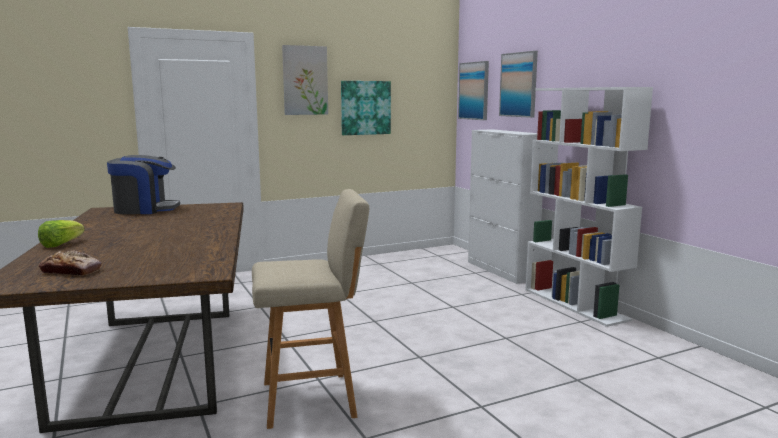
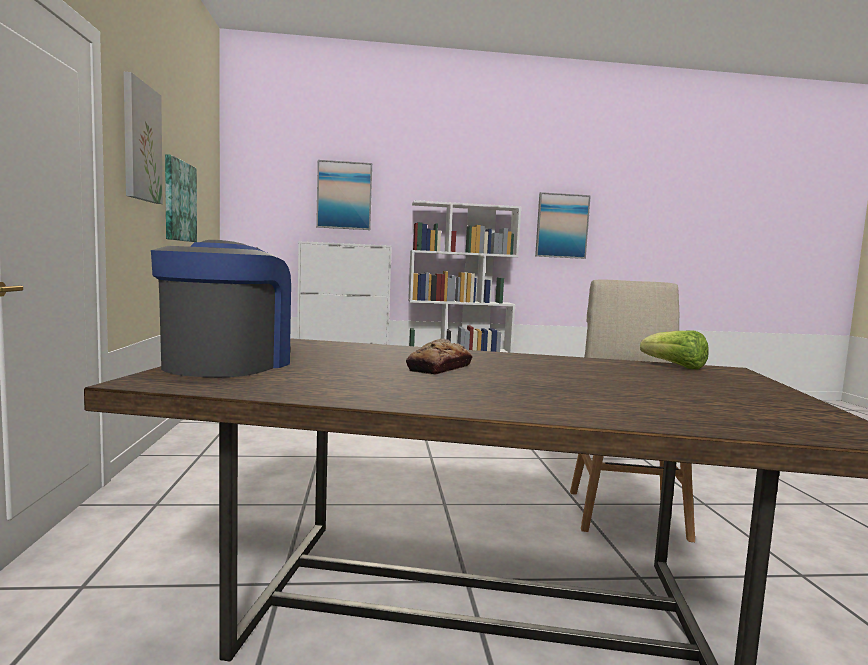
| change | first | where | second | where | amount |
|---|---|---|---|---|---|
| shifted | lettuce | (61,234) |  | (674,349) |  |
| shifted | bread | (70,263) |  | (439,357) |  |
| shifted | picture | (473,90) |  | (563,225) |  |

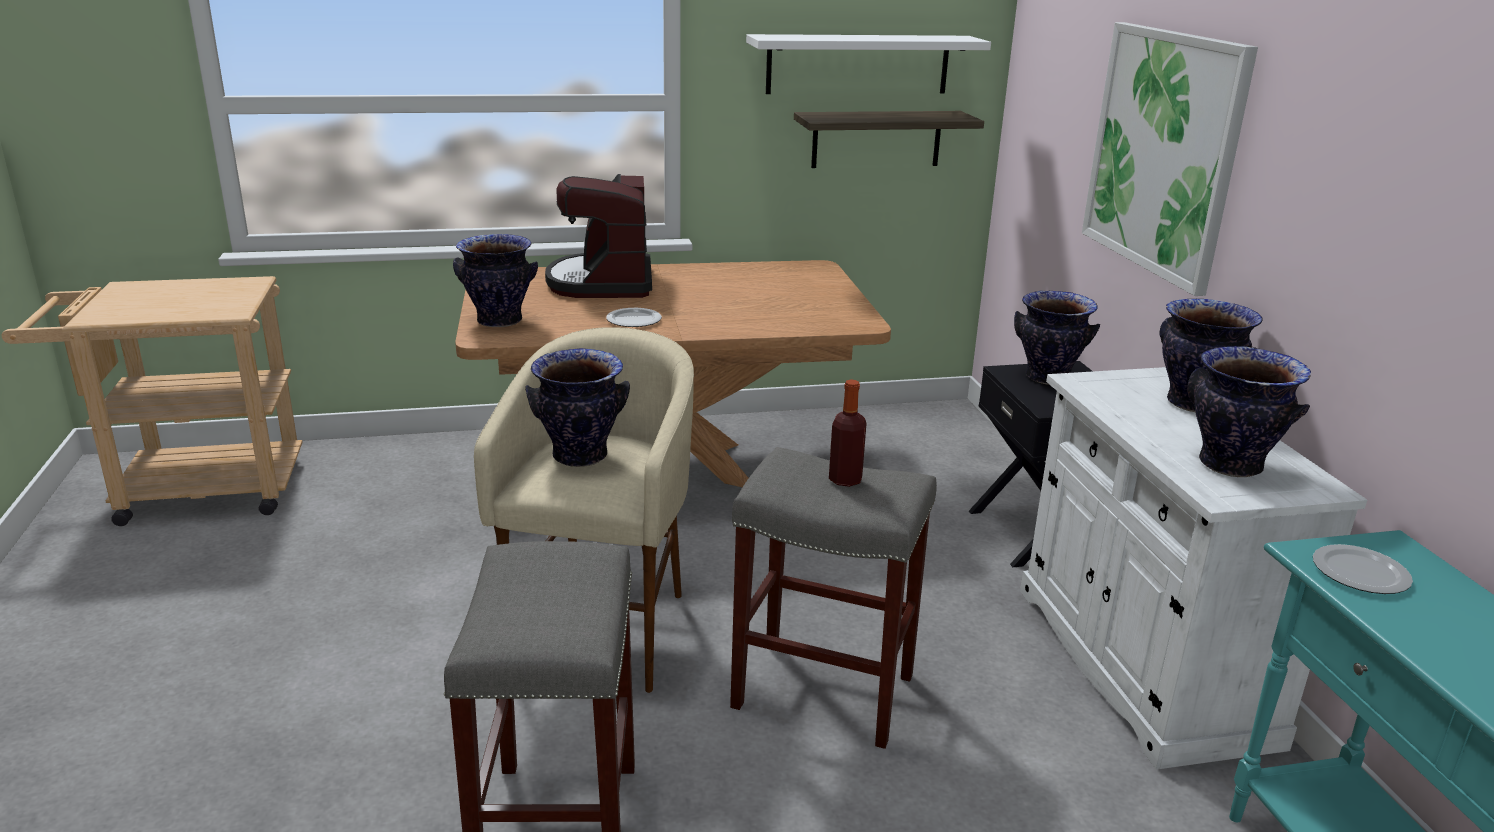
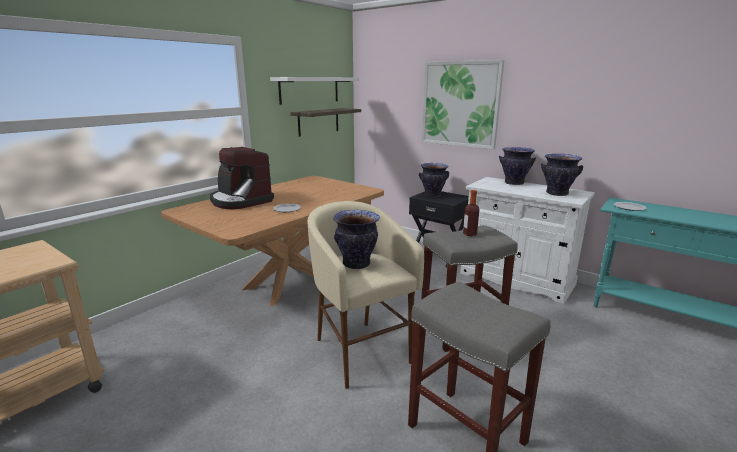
| change | first | where | second | where | amount |
|---|---|---|---|---|---|
| gone | vase | (495,280) |  |  |  |

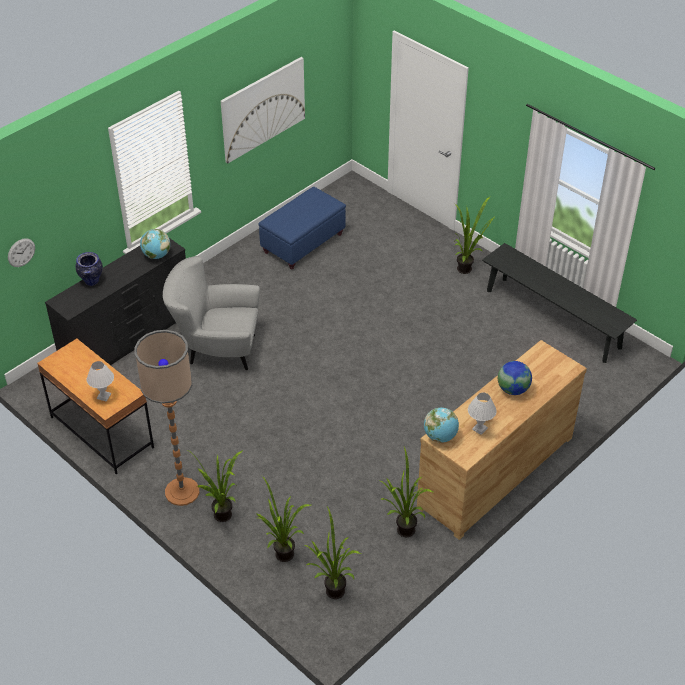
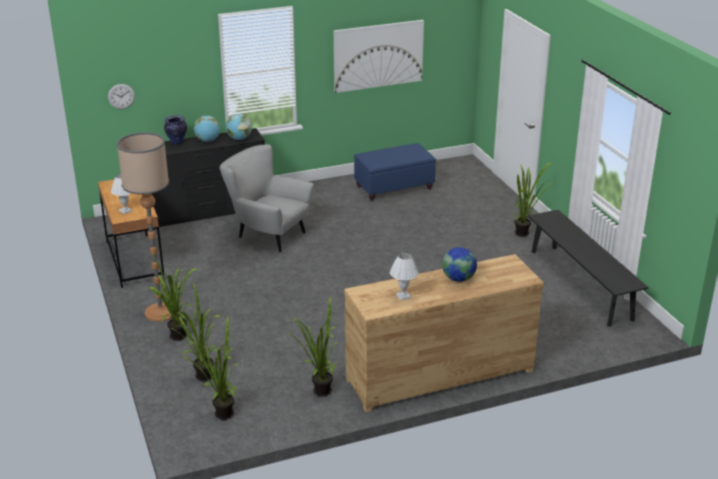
| change | first | where | second | where | amount |
|---|---|---|---|---|---|
| shifted | globe | (441,425) |  | (207,129) |  |

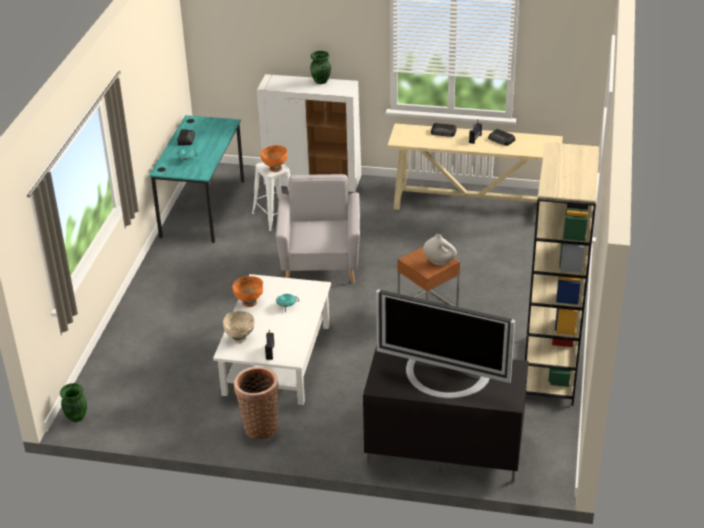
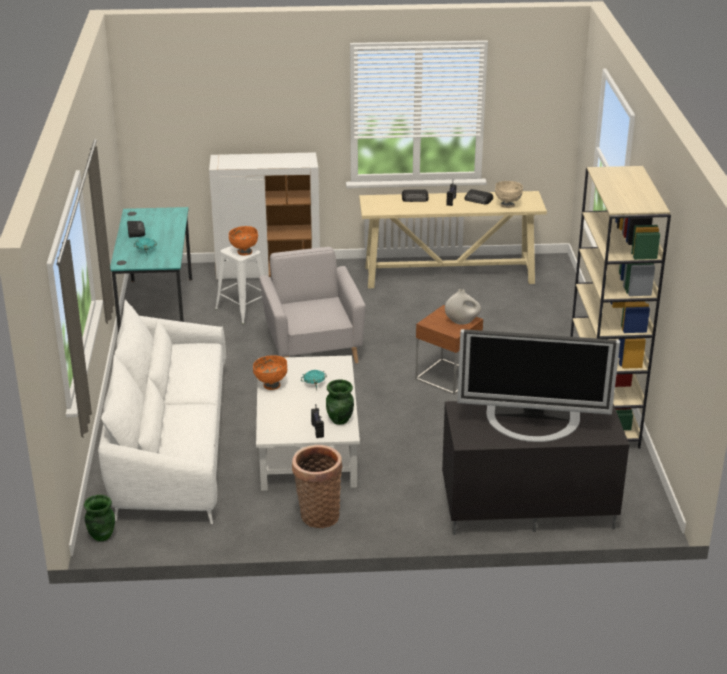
| change | first | where | second | where | amount |
|---|---|---|---|---|---|
| shifted | beige bowl | (239,327) |  | (509,194) |  |
| shifted | green vase | (320,67) |  | (340,402) |  |
| new |  |  | white sofa | (162,412) |  |

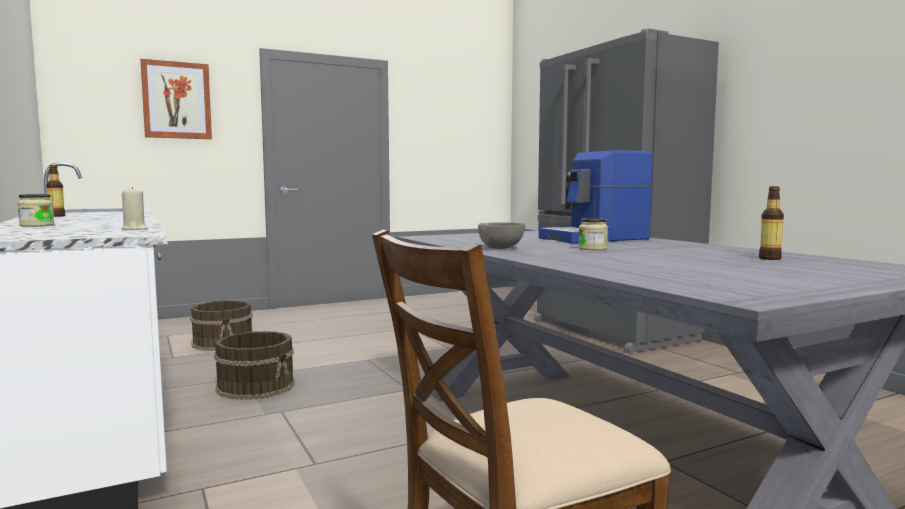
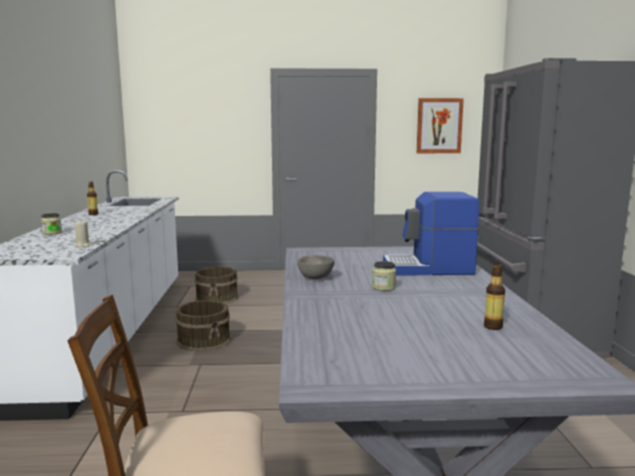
| change | first | where | second | where | amount |
|---|---|---|---|---|---|
| shifted | picture | (176,99) |  | (440,125) |  |

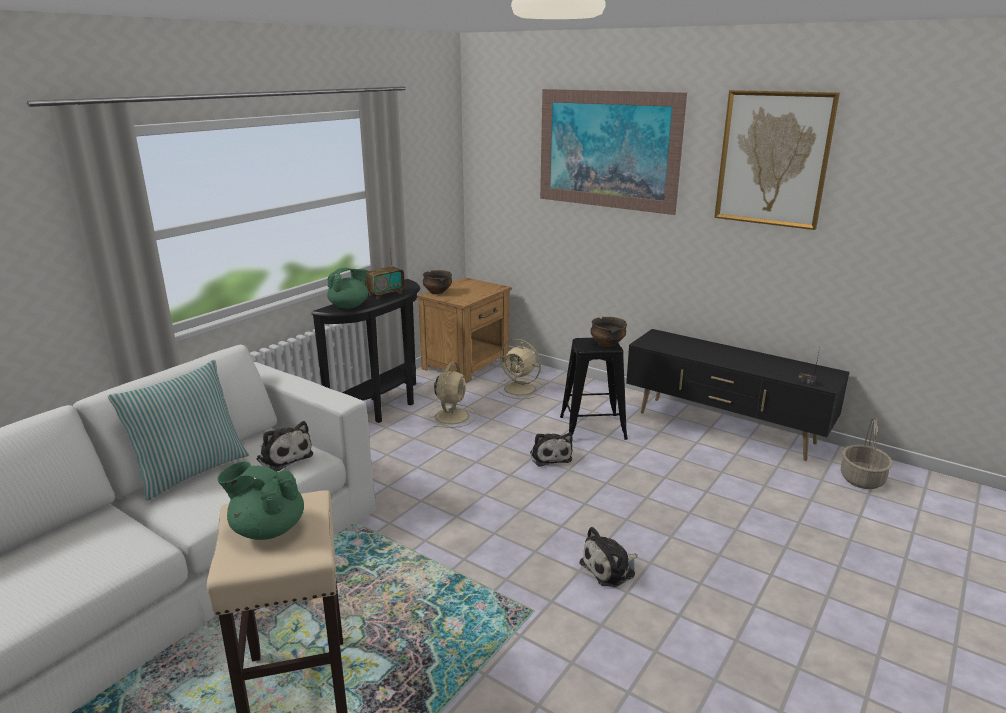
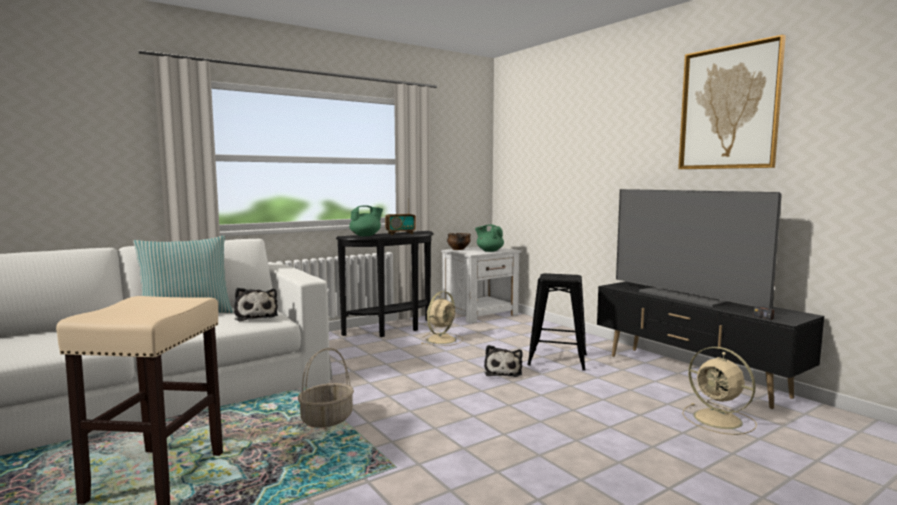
| change | first | where | second | where | amount |
|---|---|---|---|---|---|
| shifted | green teapot | (261,500) |  | (489,238) |  |
| repainted | brown nightstand | (464,330) | white nightstand | (481,285) |  |
| shifted | beige fan | (521,369) |  | (719,391) |  |
| gone | picture | (613,152) |  |  |  |
| gone | plush toy | (608,557) |  |  |  |
| gone | bowl | (608,332) |  |  |  |
| shifted | basket | (867,453) |  | (326,388) |  |
| new |  |  | television | (699,249) |  |

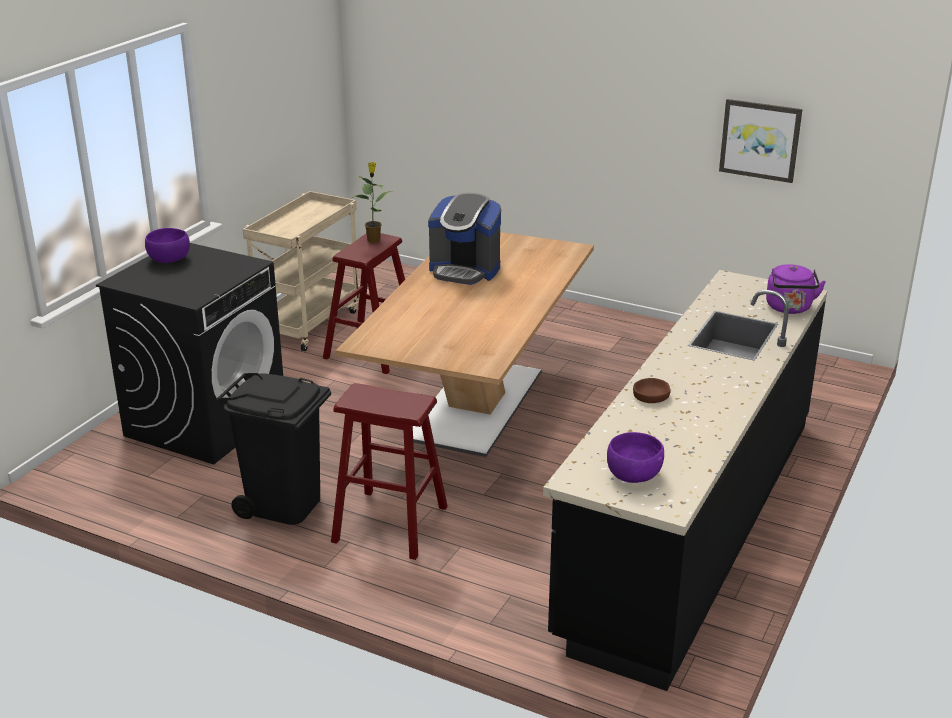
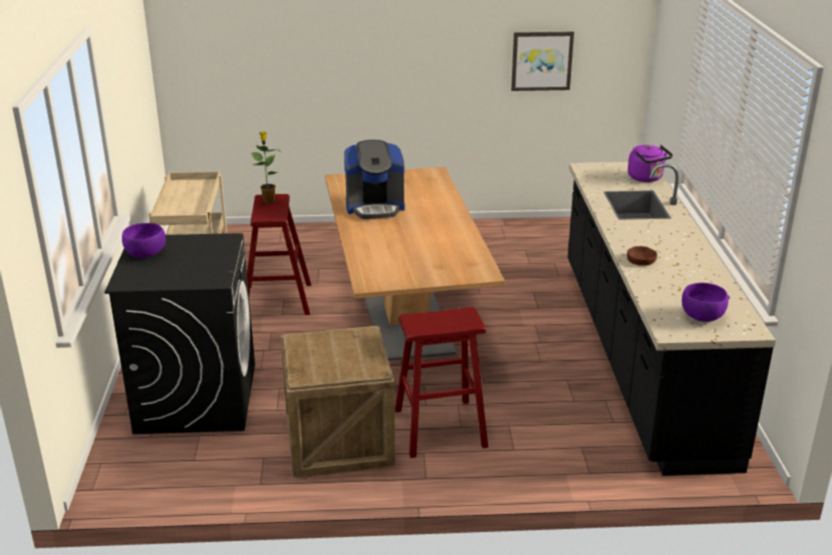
| change | first | where | second | where | amount |
|---|---|---|---|---|---|
| swapped | black trash can | (273,449) | crate | (338,402) |  |

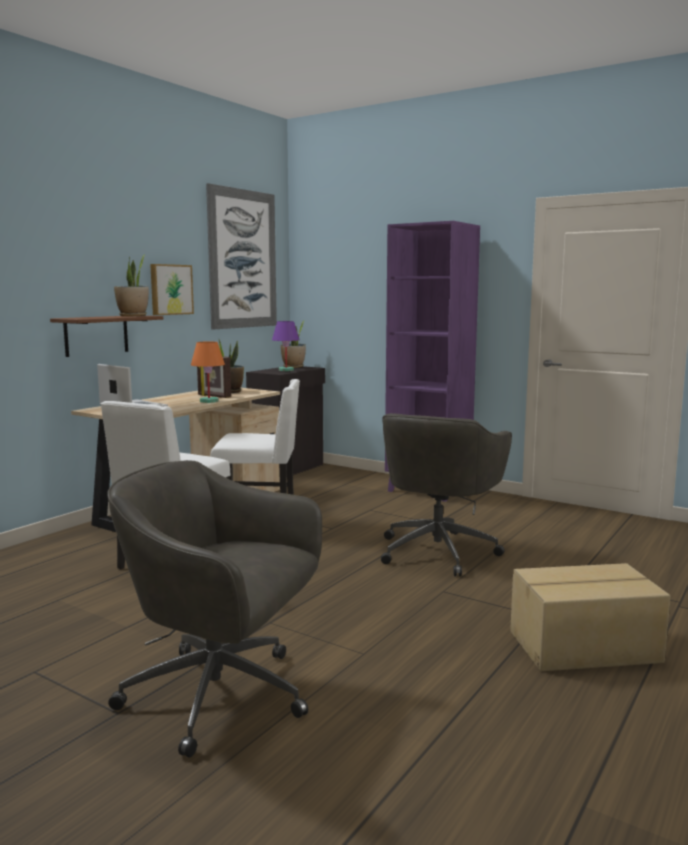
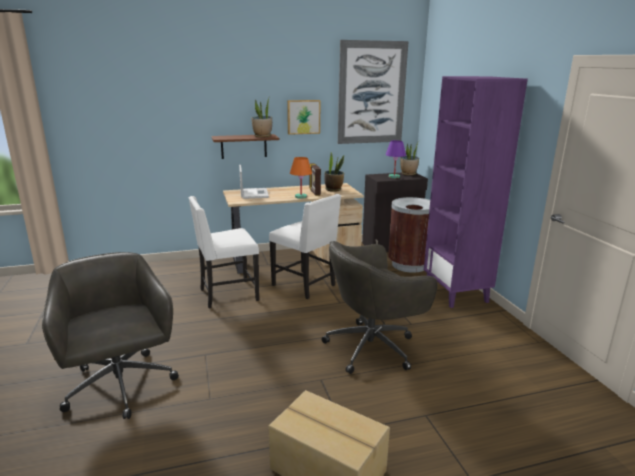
| change | first | where | second | where | amount |
|---|---|---|---|---|---|
| new |  |  | brown trash can | (409,235) |  |

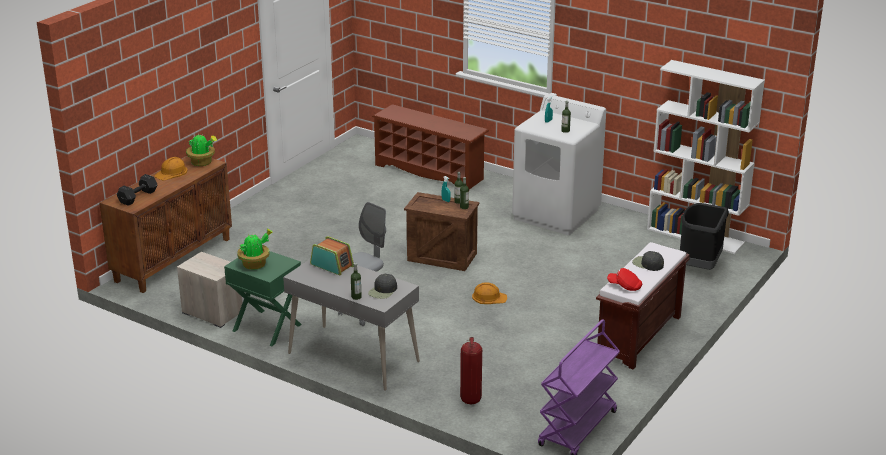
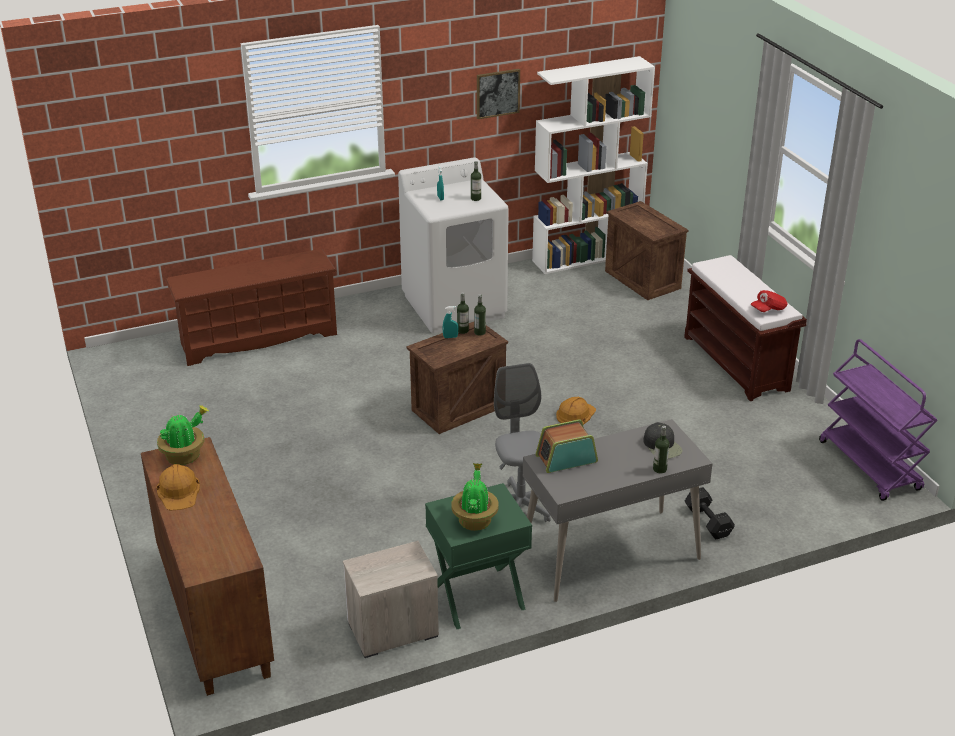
| change | first | where | second | where | amount |
|---|---|---|---|---|---|
| shifted | black dumbbell | (137,190) |  | (709,513) |  |
| gone | fire extinguisher | (471,370) |  |  |  |
| gone | black cap | (648,261) |  |  |  |
| swapped | black trash can | (704,236) | crate | (646,250) |  |
| new |  |  | picture | (498,94) |  |

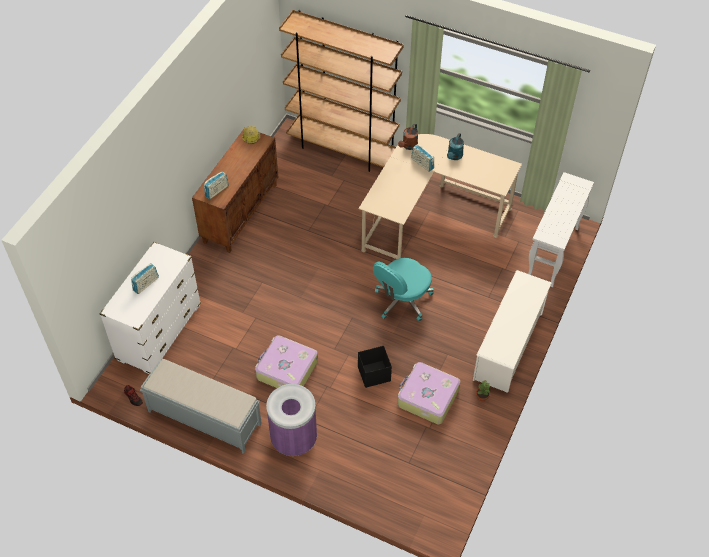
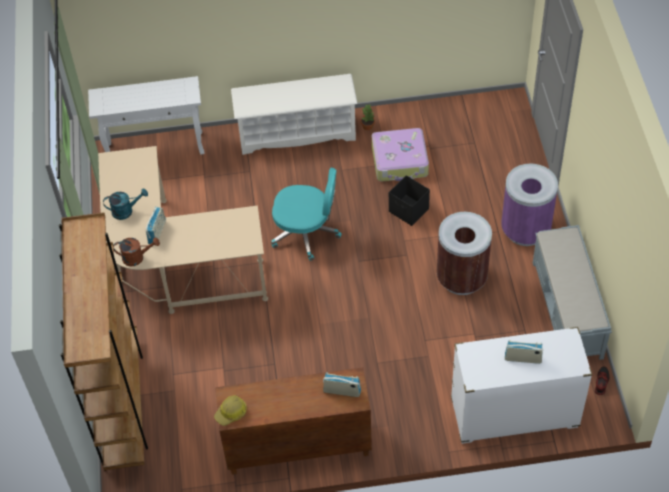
| change | first | where | second | where | amount |
|---|---|---|---|---|---|
| swapped | suitcase | (286,361) | brown trash can | (464,253) |  |

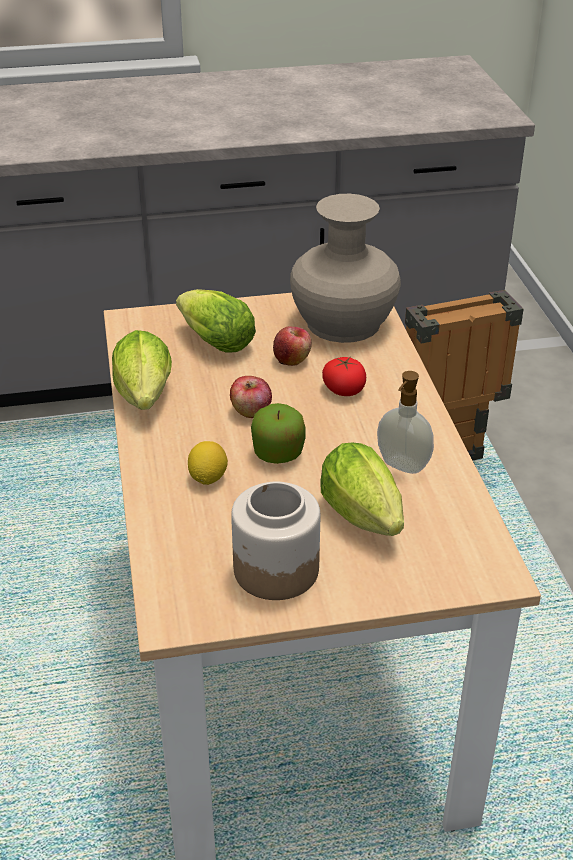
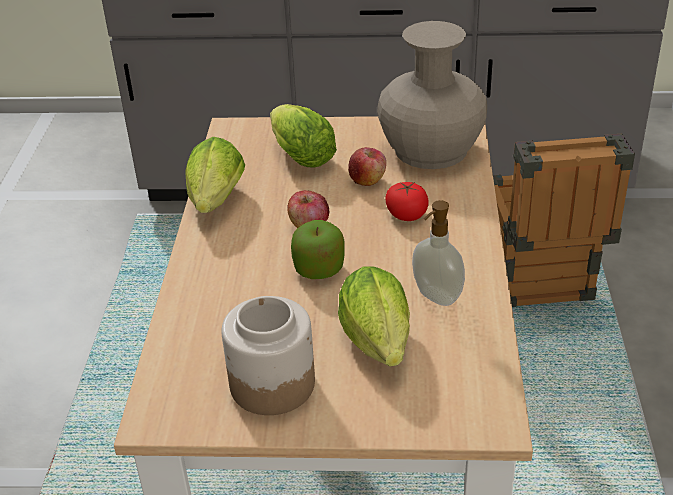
| change | first | where | second | where | amount |
|---|---|---|---|---|---|
| gone | lemon | (208,463) |  |  |  |

